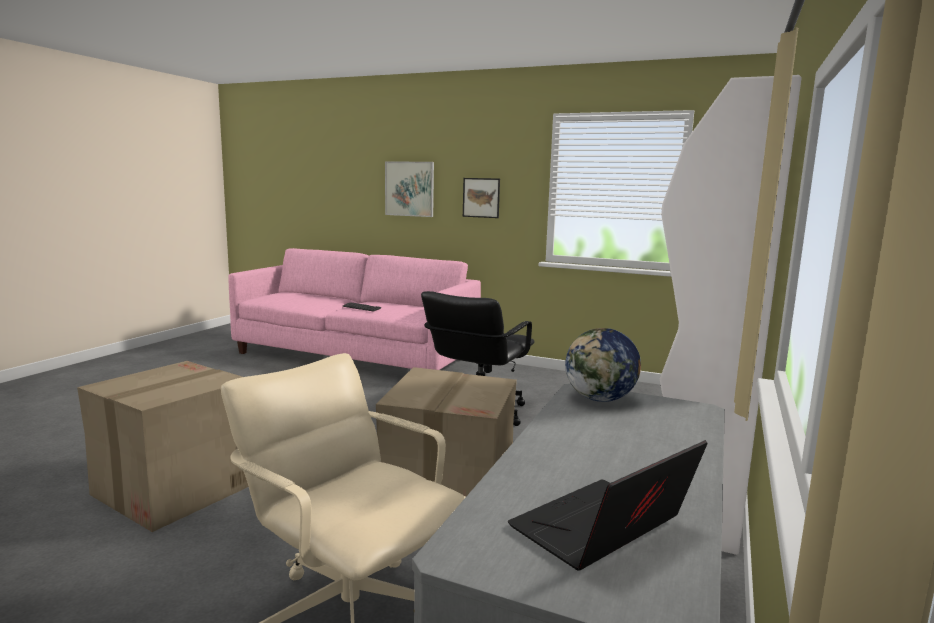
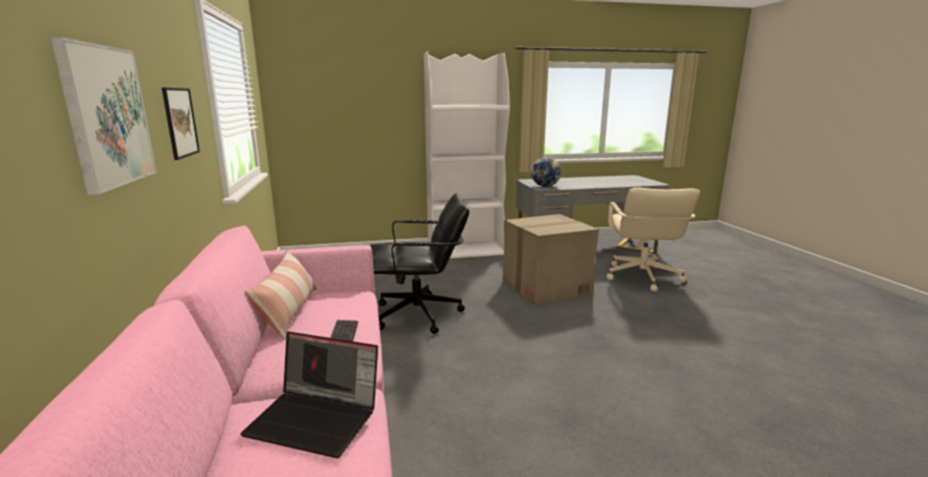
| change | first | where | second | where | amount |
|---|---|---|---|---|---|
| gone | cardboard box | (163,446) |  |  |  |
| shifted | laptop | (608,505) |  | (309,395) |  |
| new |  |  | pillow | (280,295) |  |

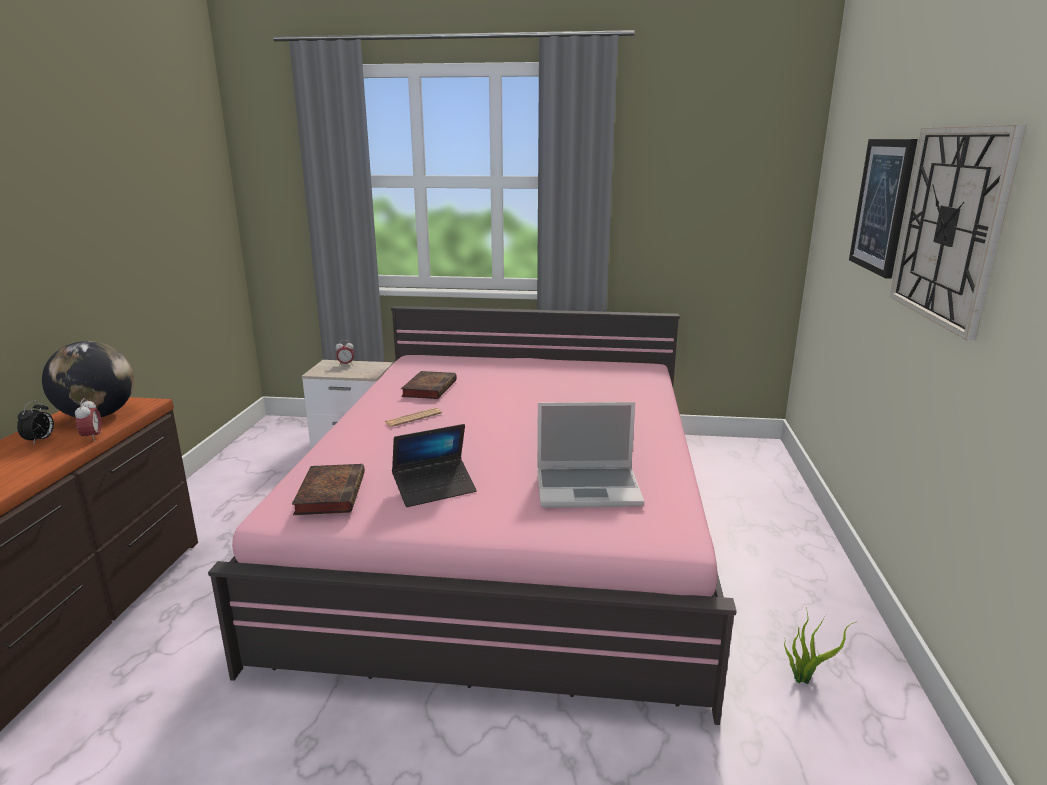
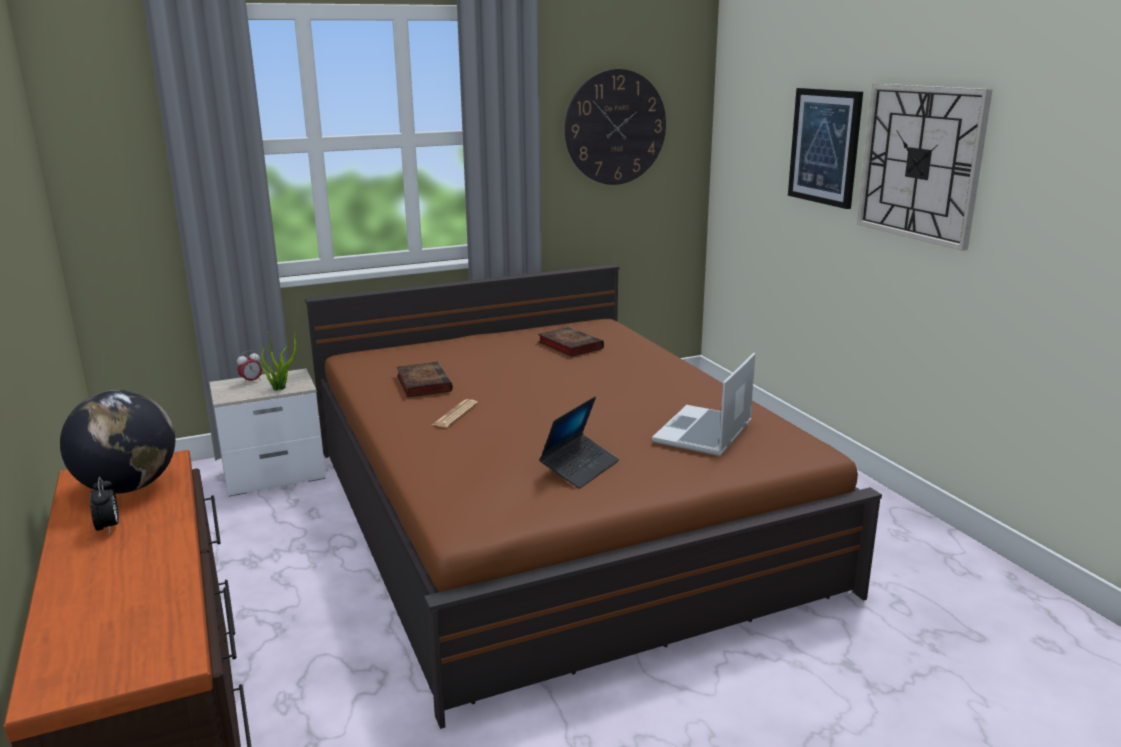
| change | first | where | second | where | amount |
|---|---|---|---|---|---|
| gone | alarm clock | (88,419) |  |  |  |
| repainted | pink bed | (472,515) | brown bed | (593,497) |  |
| shifted | book | (328,489) |  | (571,342) |  |
| rotated | laptop | (590,455) |  | (703,404) | 150 degrees clockwise |
| shifted | potted plant | (820,645) |  | (279,359) |  |
| new |  |  | wall clock | (615,127) |  |

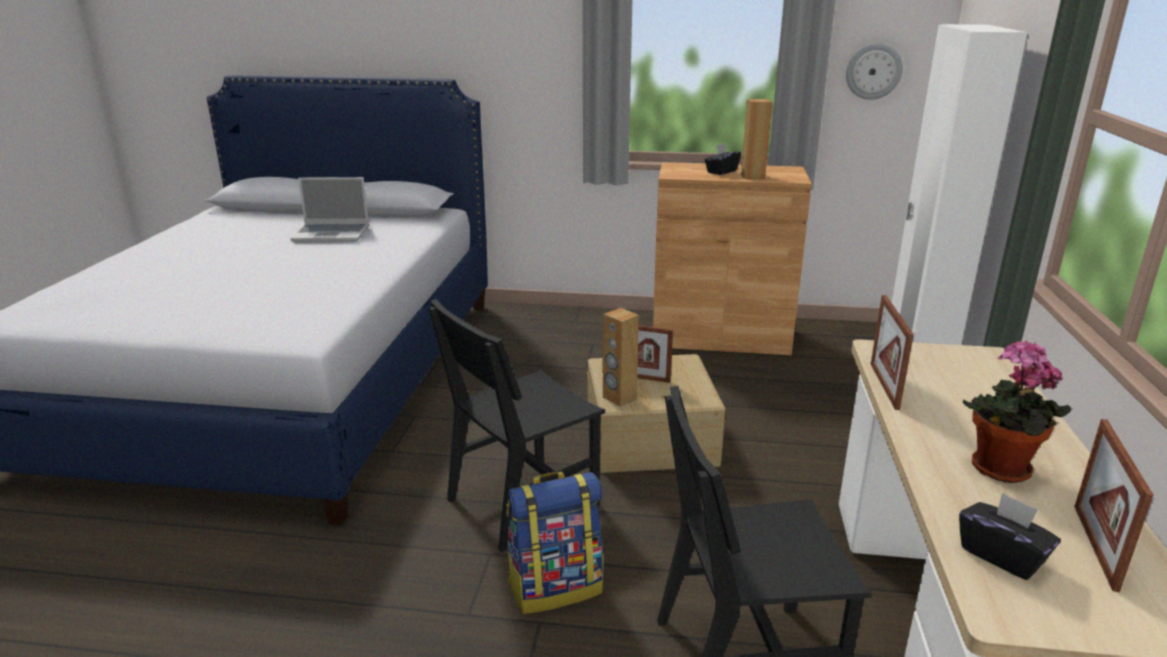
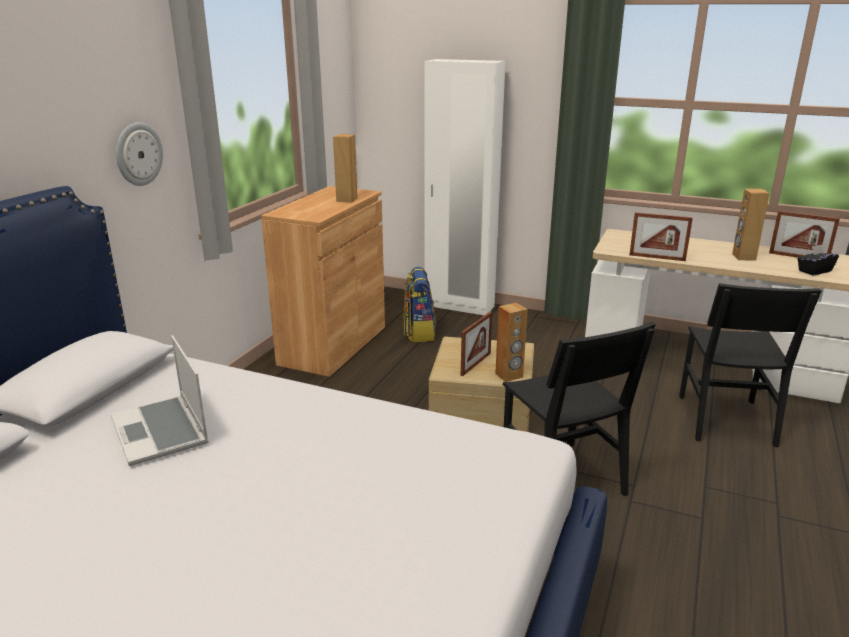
| change | first | where | second | where | amount |
|---|---|---|---|---|---|
| rotated | laptop | (329,209) |  | (160,400) | 135 degrees clockwise |
| shifted | backpack | (555,543) |  | (419,304) |  |
| gone | black tissue box | (723,159) |  |  |  |
| shifted | wall clock | (874,71) |  | (139,154) |  |
| swapped | potted plant | (1016,412) | brown speaker | (751,225) |  |

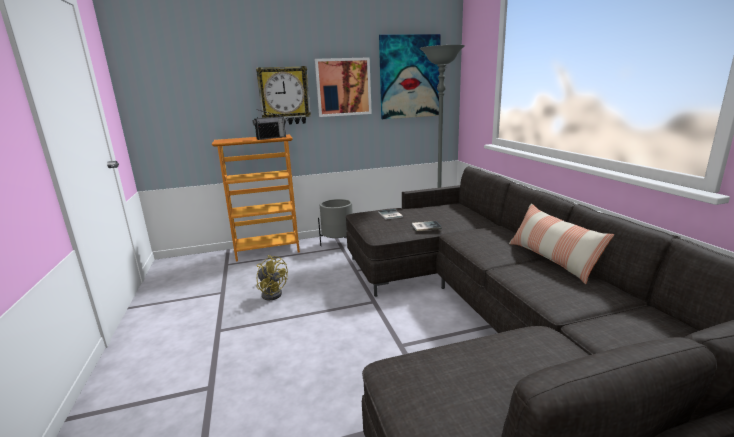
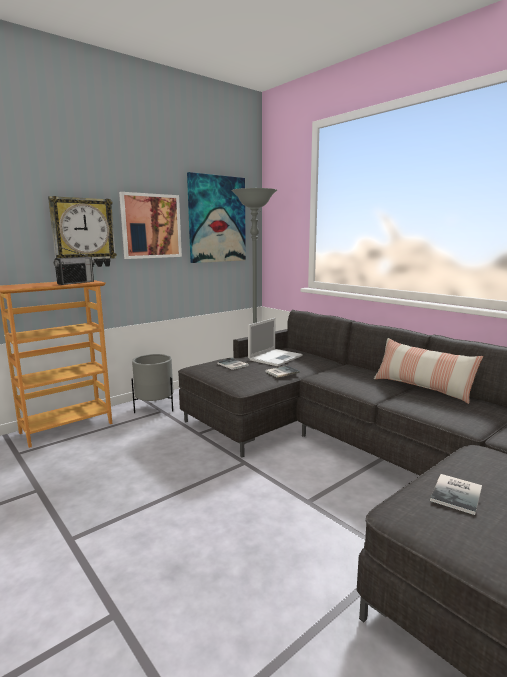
| change | first | where | second | where | amount |
|---|---|---|---|---|---|
| gone | yellow fan | (272,278) |  |  |  |
| new |  |  | laptop | (275,342) |  |
| new |  |  | book | (456,494) |  |

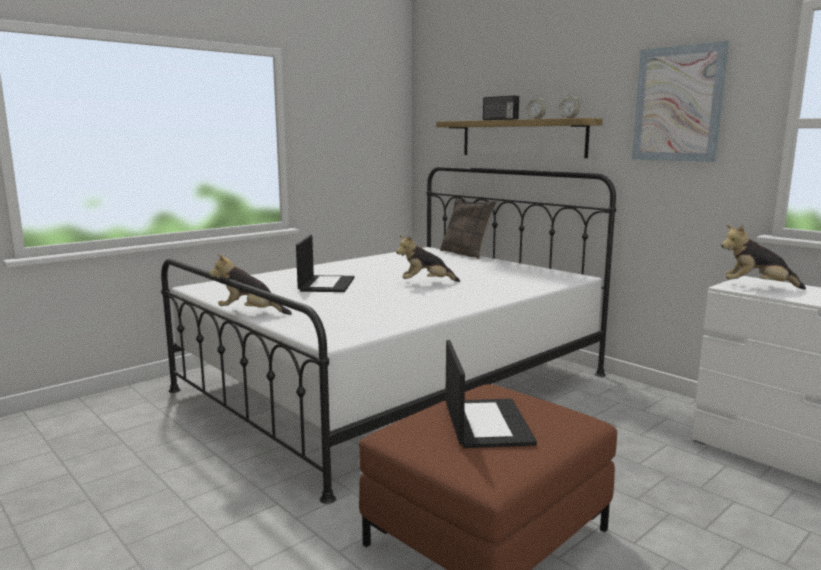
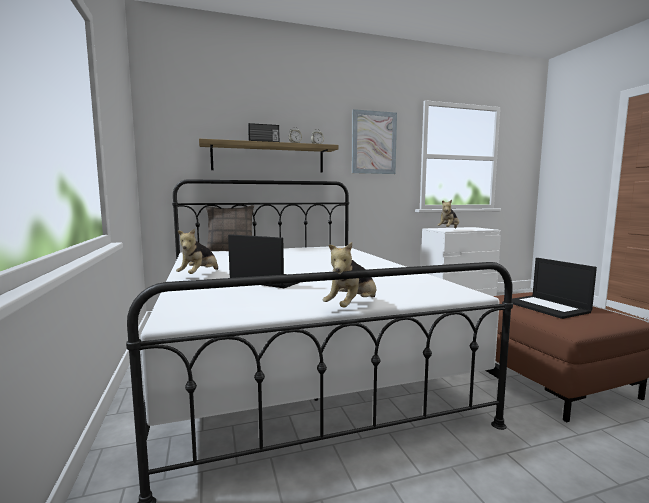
| change | first | where | second | where | amount |
|---|---|---|---|---|---|
| shifted | plush toy | (428,258) |  | (197,251) |  |
| rotated | laptop | (491,394) |  | (554,288) | 135 degrees counterclockwise |

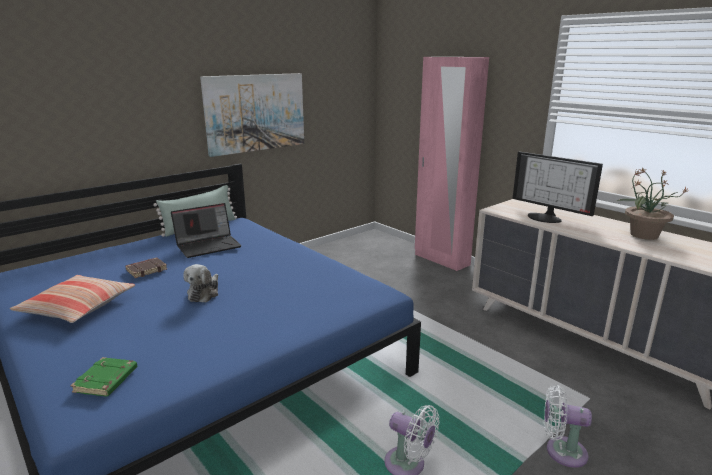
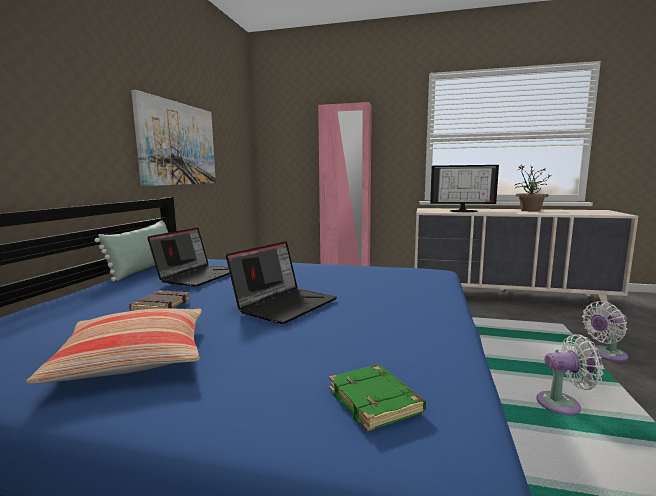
| change | first | where | second | where | amount |
|---|---|---|---|---|---|
| swapped | plush toy | (200,283) | laptop | (281,282) |  |

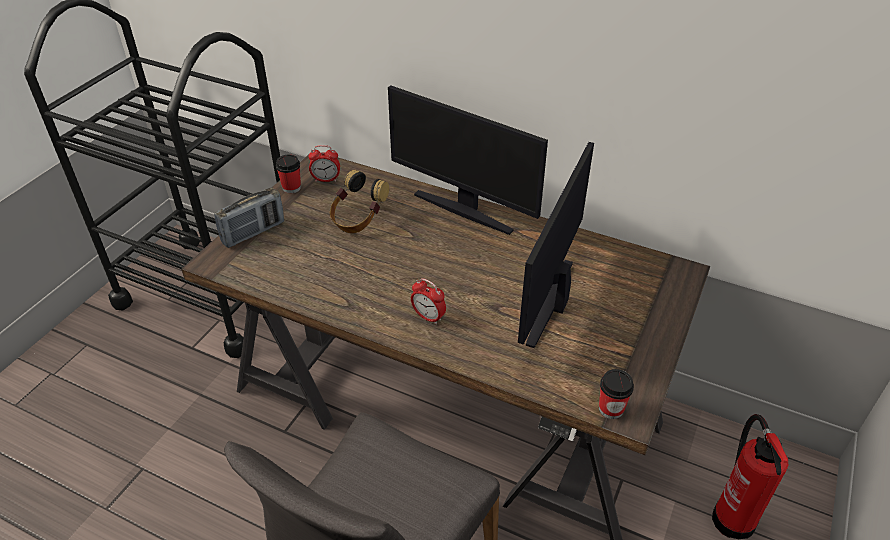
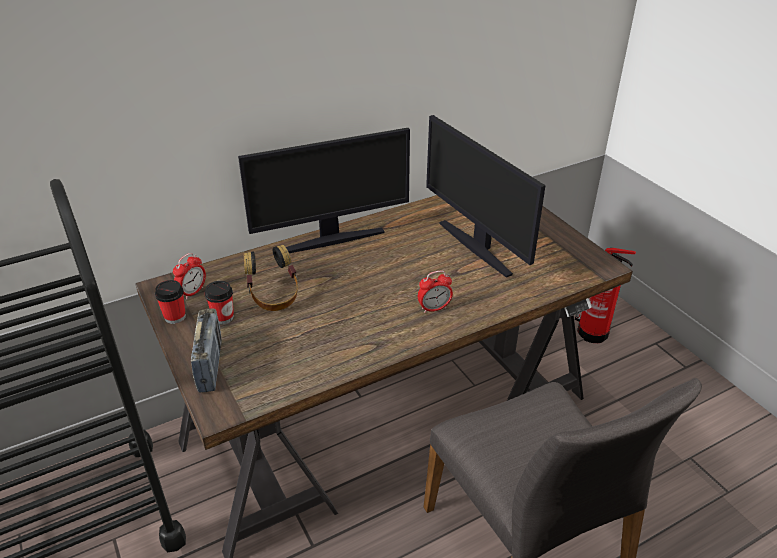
| change | first | where | second | where | amount |
|---|---|---|---|---|---|
| shifted | cup | (616,394) |  | (219,303) |  |

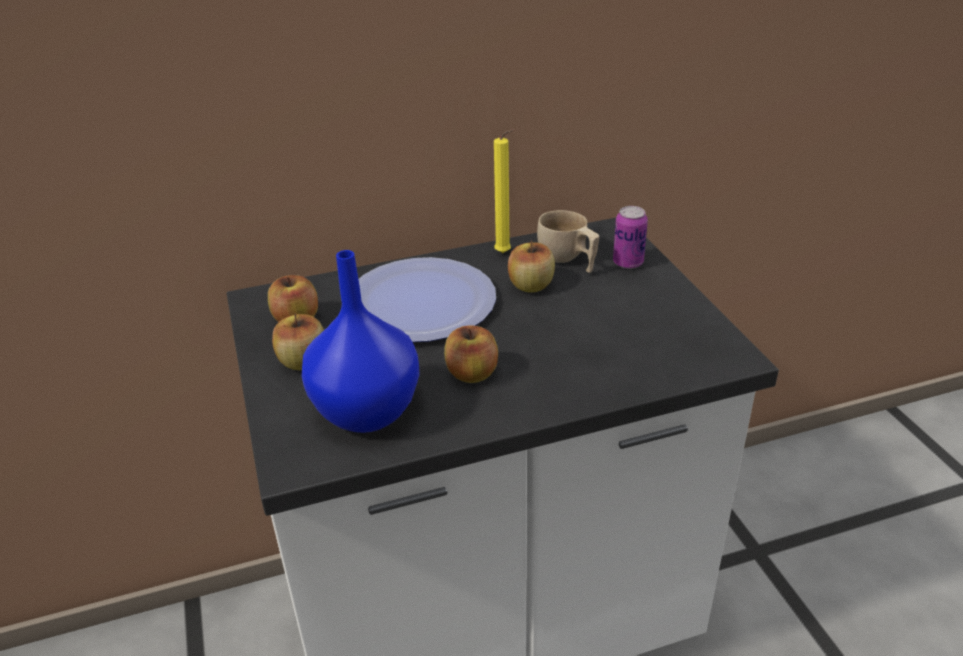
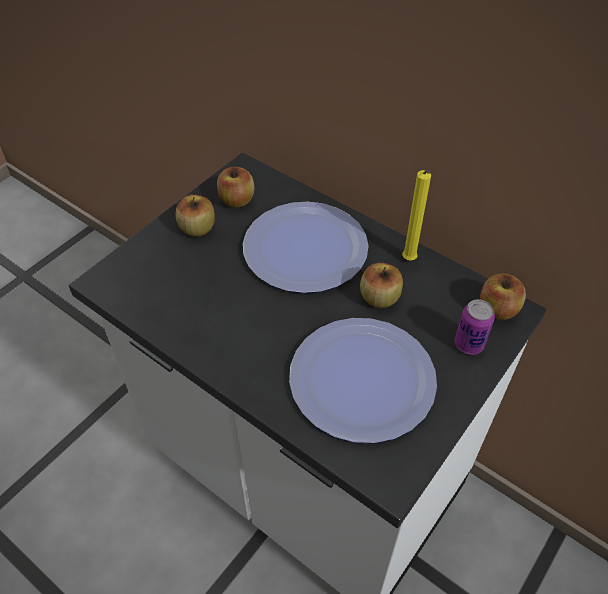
| change | first | where | second | where | amount |
|---|---|---|---|---|---|
| gone | blue vase | (361,341) |  |  |  |
| shifted | apple | (471,354) |  | (503,296) |  |
| gone | beige cup | (568,241) |  |  |  |
| new |  |  | plate | (363,380) |  |

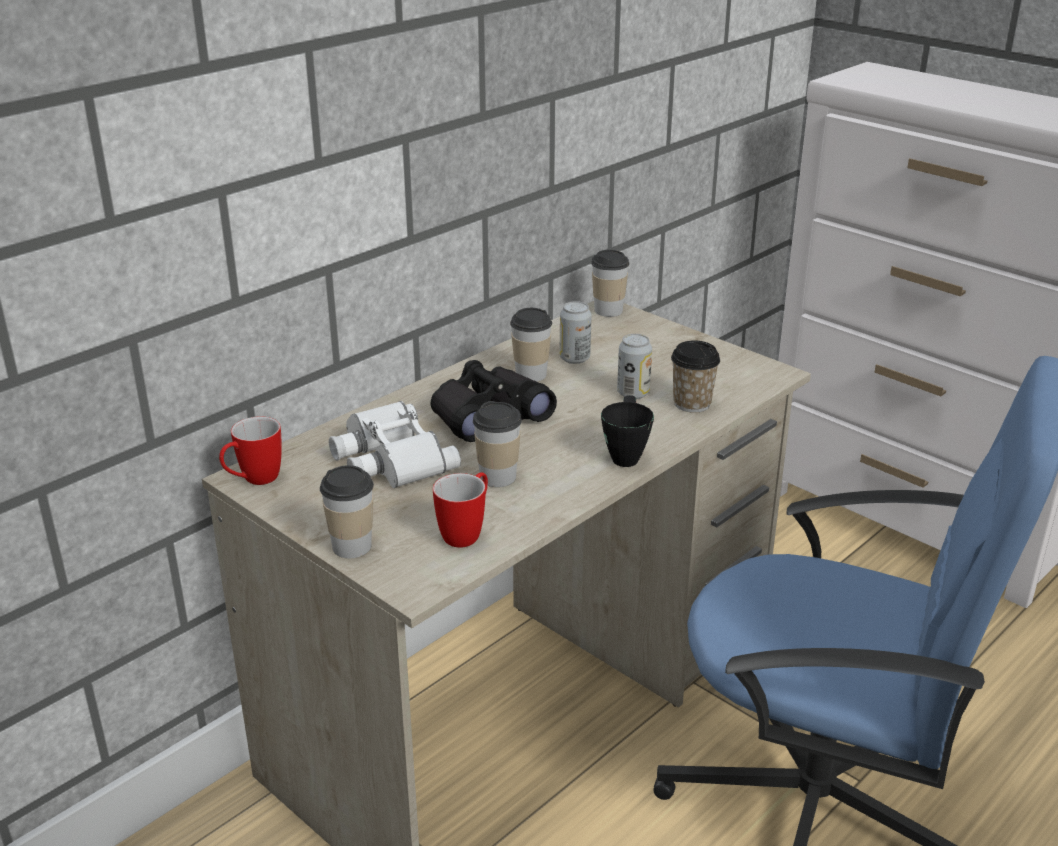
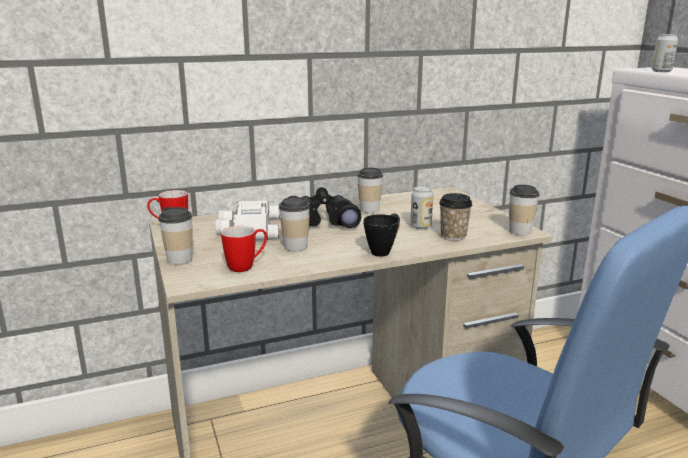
| change | first | where | second | where | amount |
|---|---|---|---|---|---|
| shifted | can | (576,332) |  | (665,53) |  |
| shifted | cup | (610,283) |  | (524,210) |  |

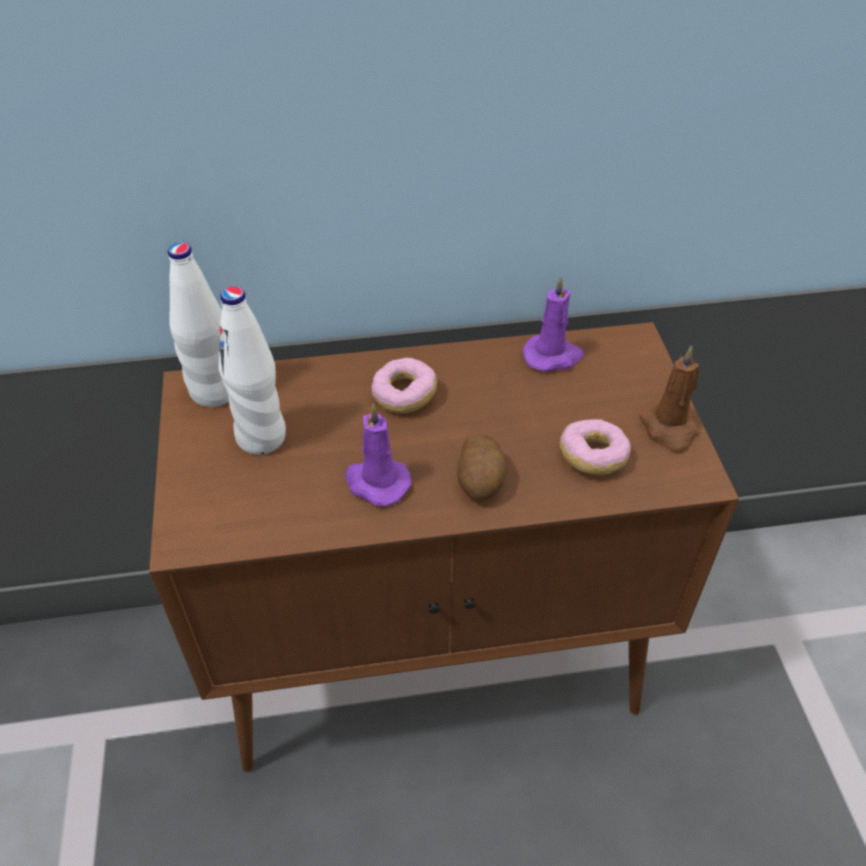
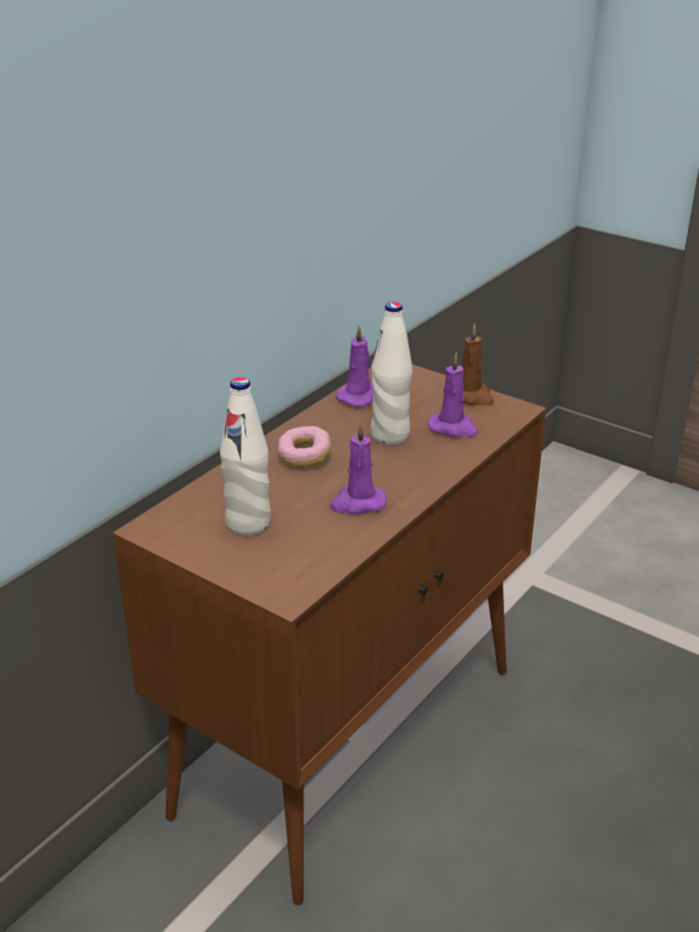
| change | first | where | second | where | amount |
|---|---|---|---|---|---|
| shifted | white bottle | (198,324) |  | (391,373) |  |
| gone | potato | (482,467) |  |  |  |
| swapped | donut | (595,447) | purple candle | (453,394) |  |

